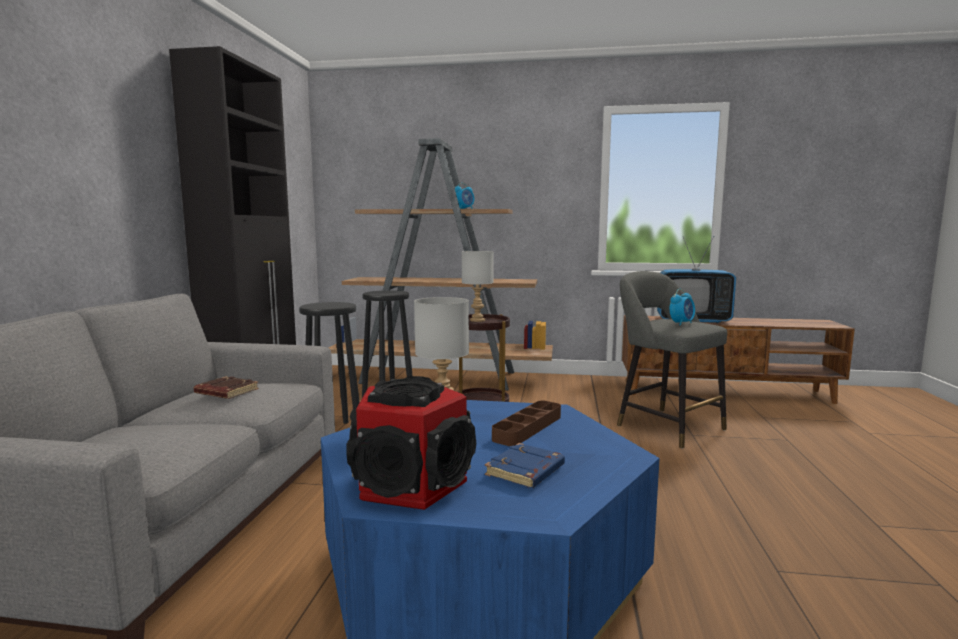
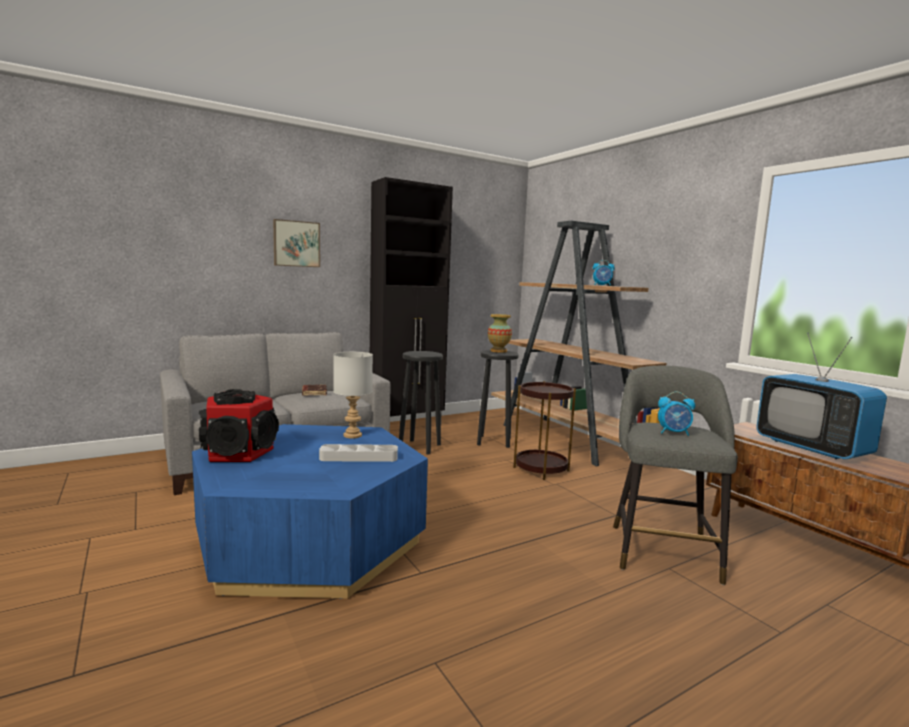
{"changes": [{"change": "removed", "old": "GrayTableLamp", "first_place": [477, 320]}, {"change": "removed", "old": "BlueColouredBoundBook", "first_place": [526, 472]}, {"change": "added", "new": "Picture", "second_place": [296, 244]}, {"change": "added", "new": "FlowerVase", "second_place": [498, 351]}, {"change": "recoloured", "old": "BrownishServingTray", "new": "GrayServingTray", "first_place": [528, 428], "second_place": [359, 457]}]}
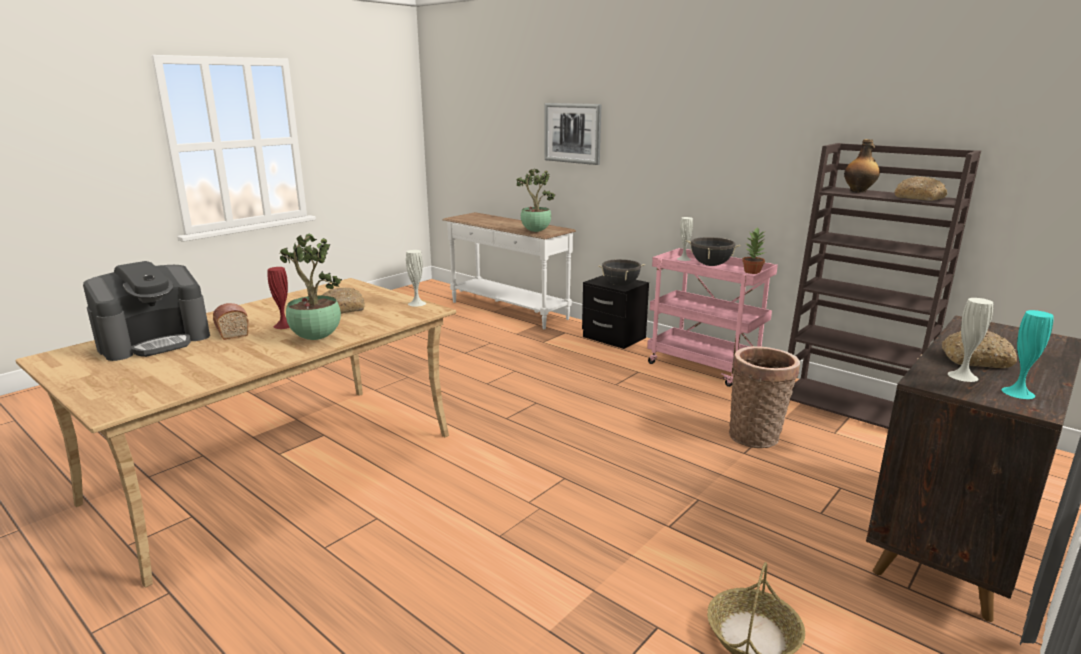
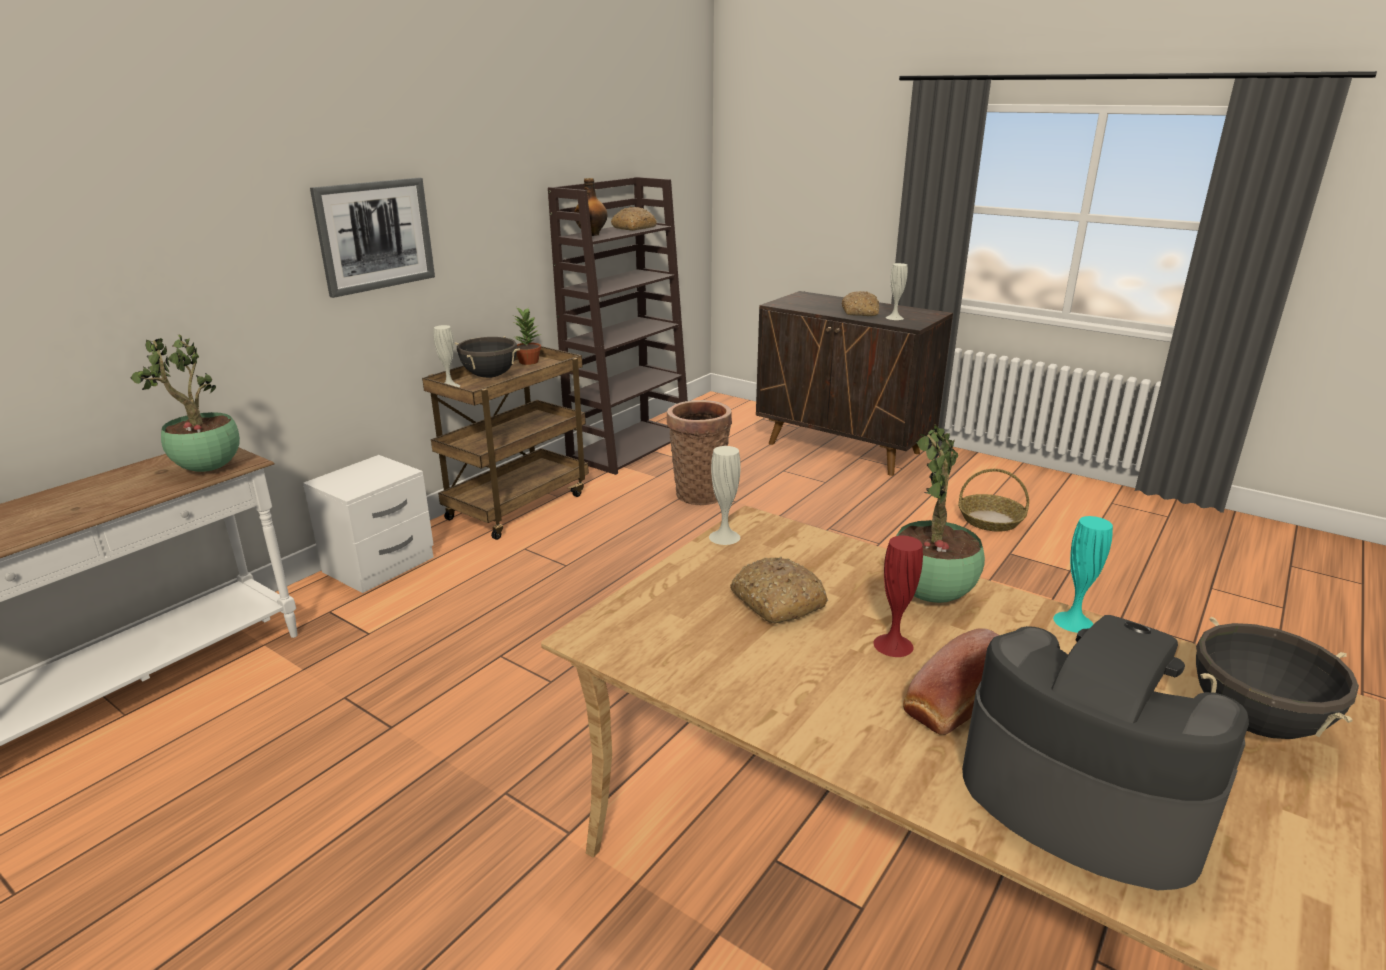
{"changes": [{"change": "moved", "old": "Picture", "first_place": [572, 133], "second_place": [375, 235]}, {"change": "moved", "old": "BlackColouredStockpot", "first_place": [620, 285], "second_place": [1254, 722]}, {"change": "moved", "old": "BlueGreenFlowerVase", "first_place": [1018, 392], "second_place": [1073, 622]}, {"change": "recoloured", "old": "BlackColouredNightTable", "new": "WhiteNightTable", "first_place": [613, 338], "second_place": [380, 566]}, {"change": "recoloured", "old": "PinkCart", "new": "BrownishCart", "first_place": [705, 367], "second_place": [518, 505]}]}
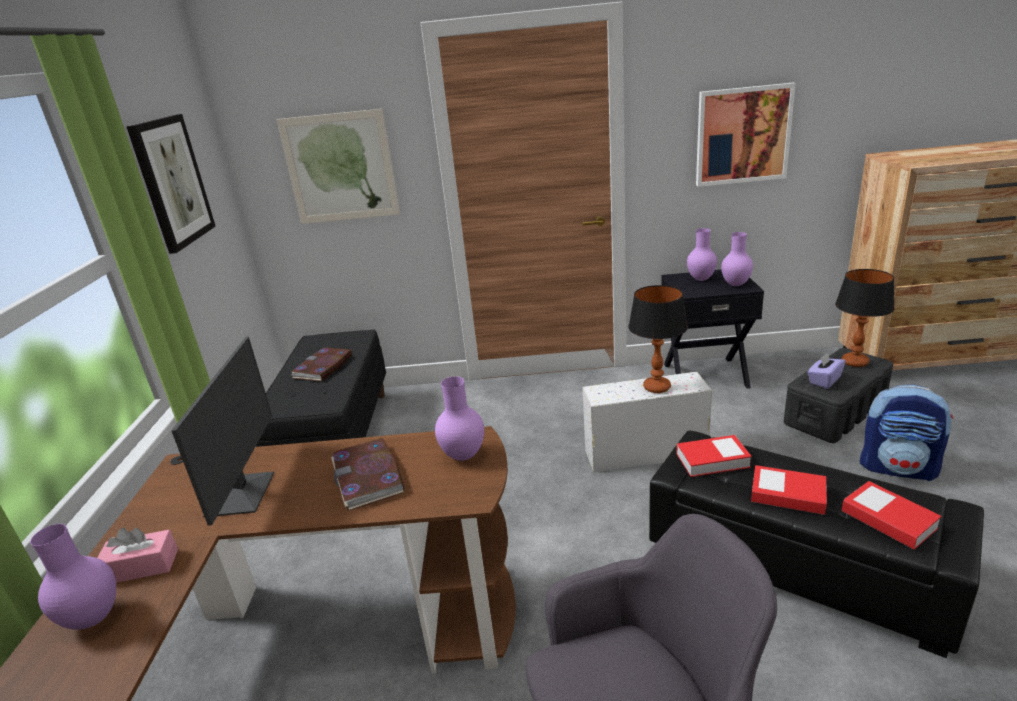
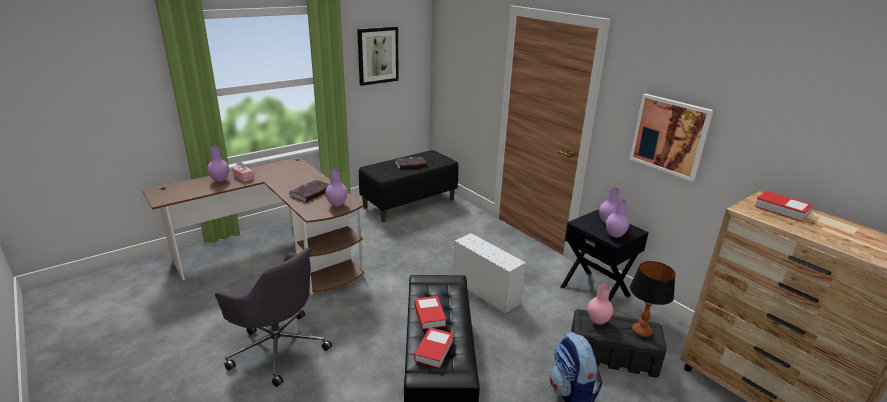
{"changes": [{"change": "removed", "old": "Monitor", "first_place": [243, 493]}, {"change": "removed", "old": "Picture", "first_place": [340, 168]}, {"change": "removed", "old": "TableLamp", "first_place": [657, 387]}, {"change": "moved", "old": "BoundBook", "first_place": [712, 460], "second_place": [781, 209]}, {"change": "replaced", "old": "PurplishTissueBox", "new": "PinkFlowerVase", "first_place": [824, 380], "second_place": [597, 322]}]}
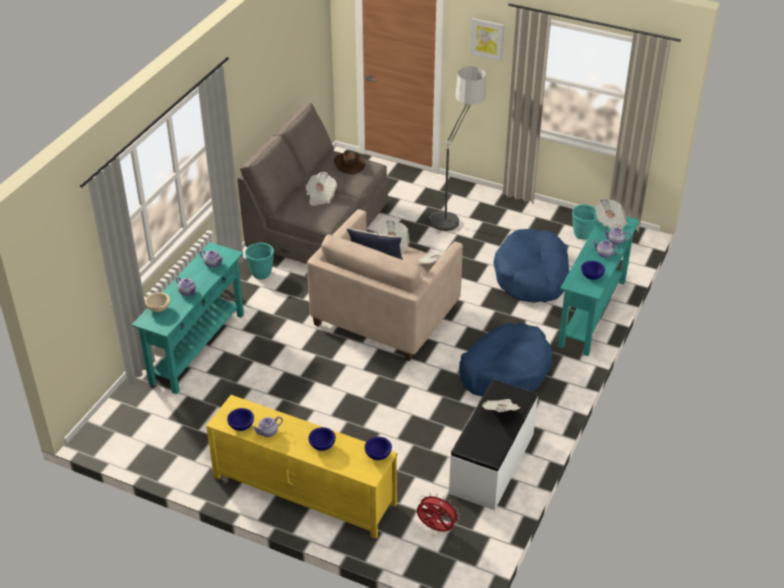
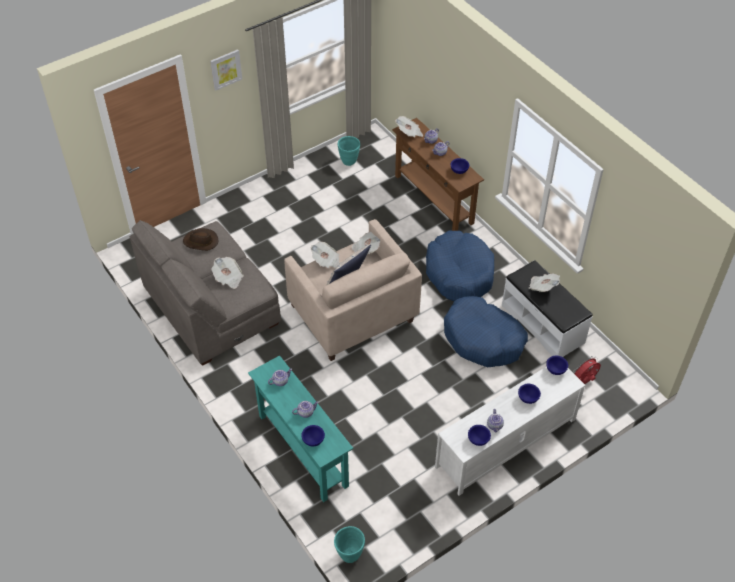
{"changes": [{"change": "removed", "old": "FloorLamp", "first_place": [454, 211]}, {"change": "moved", "old": "BlueGreenPlantPot", "first_place": [261, 274], "second_place": [349, 555]}, {"change": "moved", "old": "BlueColouredPetBed", "first_place": [532, 276], "second_place": [483, 339]}, {"change": "recoloured", "old": "BeigeBowl", "new": "BlueColouredBowl", "first_place": [158, 309], "second_place": [313, 440]}, {"change": "recoloured", "old": "YellowColouredTvStand", "new": "WhiteTvStand", "first_place": [303, 490], "second_place": [505, 443]}, {"change": "recoloured", "old": "BlueGreenConsoleTable", "new": "BrownishConsoleTable", "first_place": [593, 313], "second_place": [434, 199]}]}
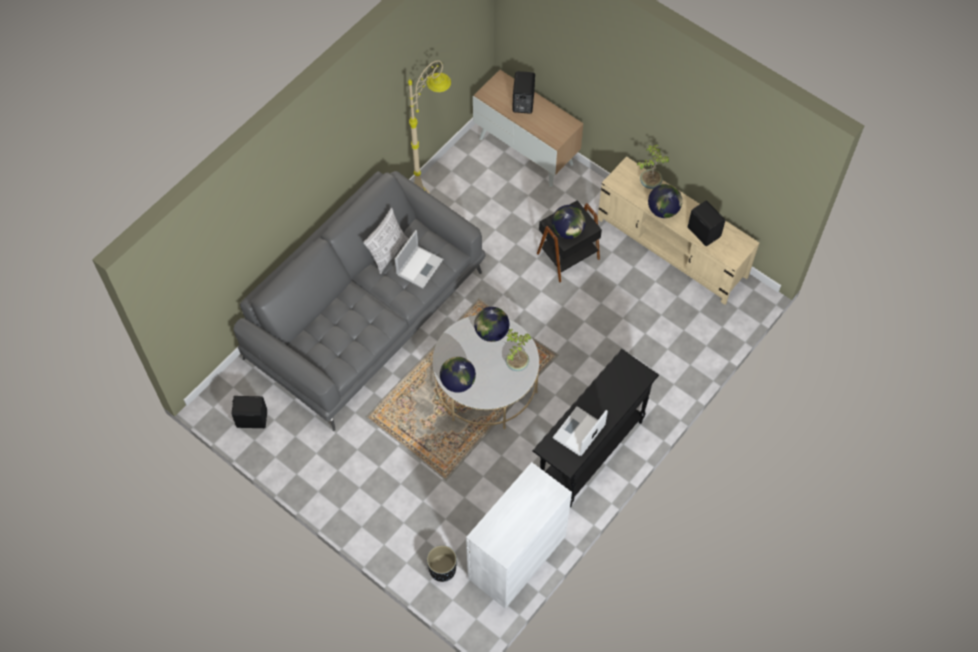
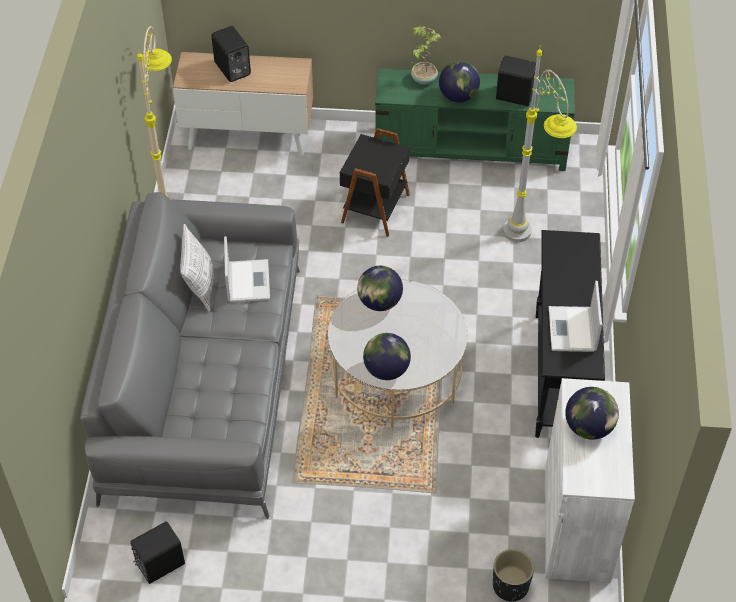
{"changes": [{"change": "removed", "old": "Houseplant", "first_place": [516, 363]}, {"change": "added", "new": "GrayFloorLamp", "second_place": [528, 248]}, {"change": "moved", "old": "DeskGlobe", "first_place": [568, 231], "second_place": [589, 427]}, {"change": "recoloured", "old": "BeigeTvStand", "new": "GreenishTvStand", "first_place": [672, 248], "second_place": [471, 148]}]}
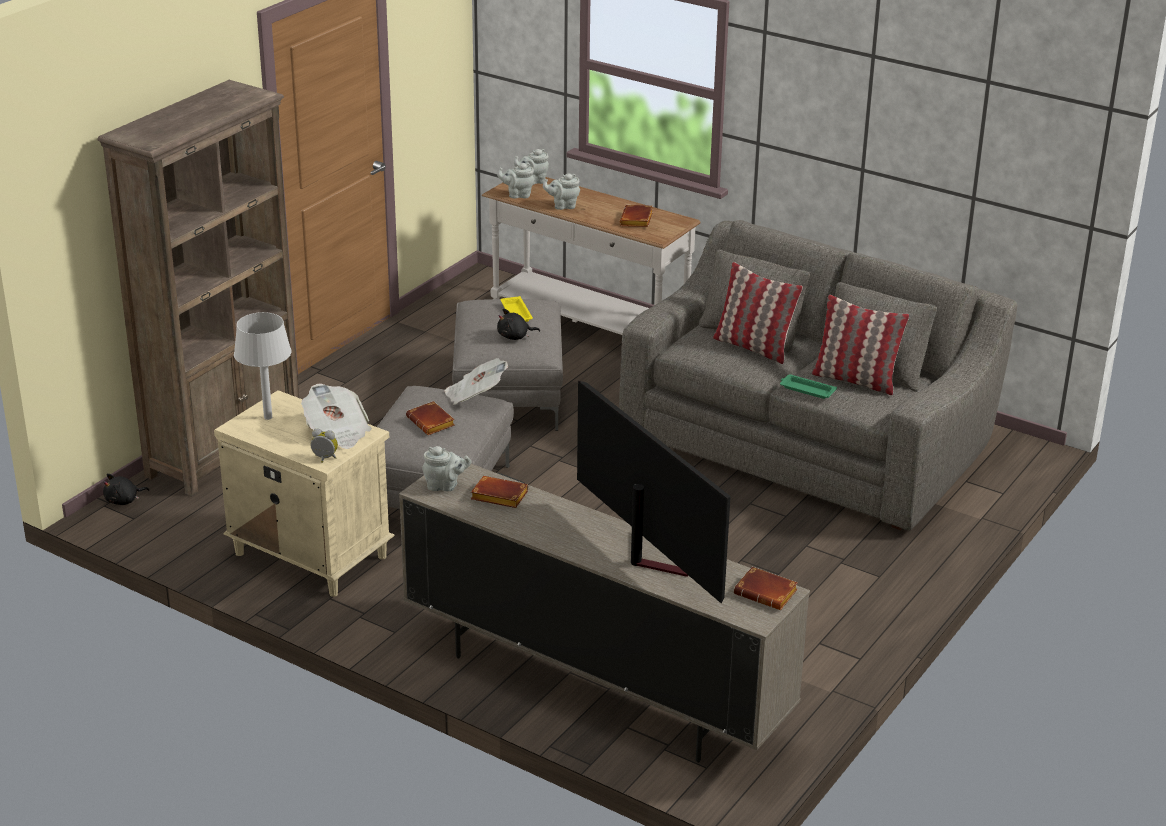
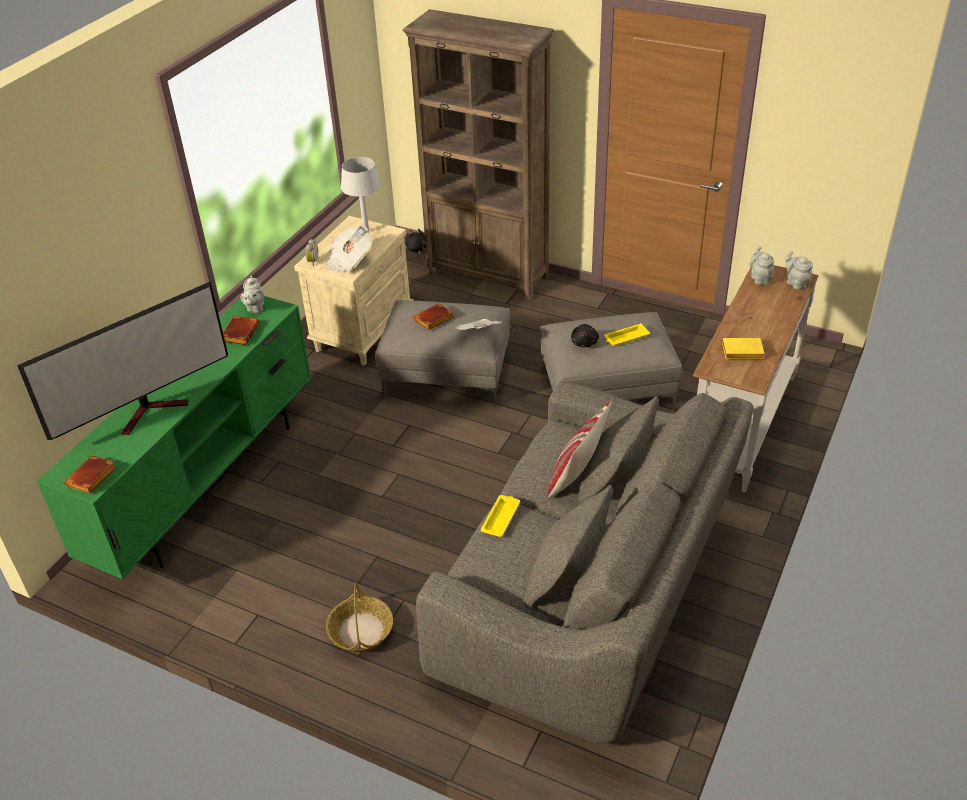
{"changes": [{"change": "removed", "old": "GrayPotForTea", "first_place": [563, 206]}, {"change": "removed", "old": "Pillow", "first_place": [855, 380]}, {"change": "added", "new": "Basket", "second_place": [360, 630]}, {"change": "recoloured", "old": "BeigeTvStand", "new": "GreenishTvStand", "first_place": [592, 687], "second_place": [208, 484]}, {"change": "recoloured", "old": "BrownishBoundBook", "new": "YellowColouredBoundBook", "first_place": [637, 220], "second_place": [741, 352]}, {"change": "recoloured", "old": "GreenishServingTray", "new": "YellowColouredServingTray", "first_place": [806, 390], "second_place": [501, 518]}, {"change": "turned", "old": "BlackColouredPlushToy", "first_place": [515, 337], "second_place": [584, 342], "degrees": -150}]}
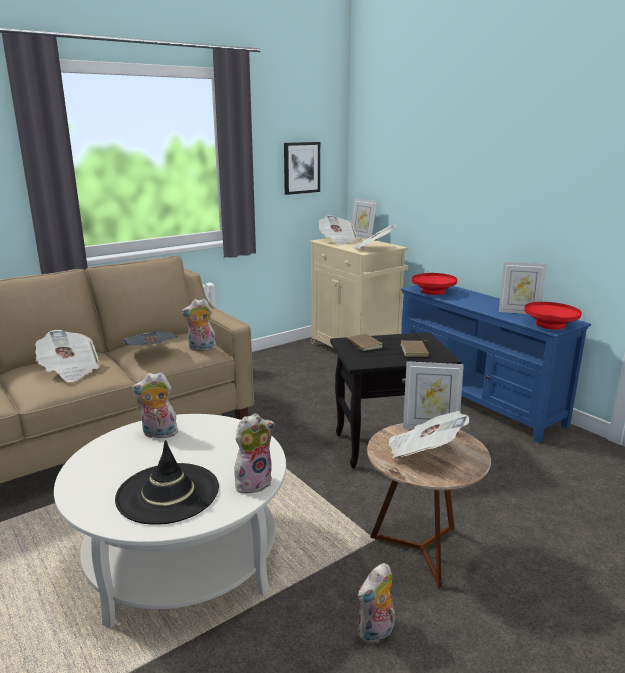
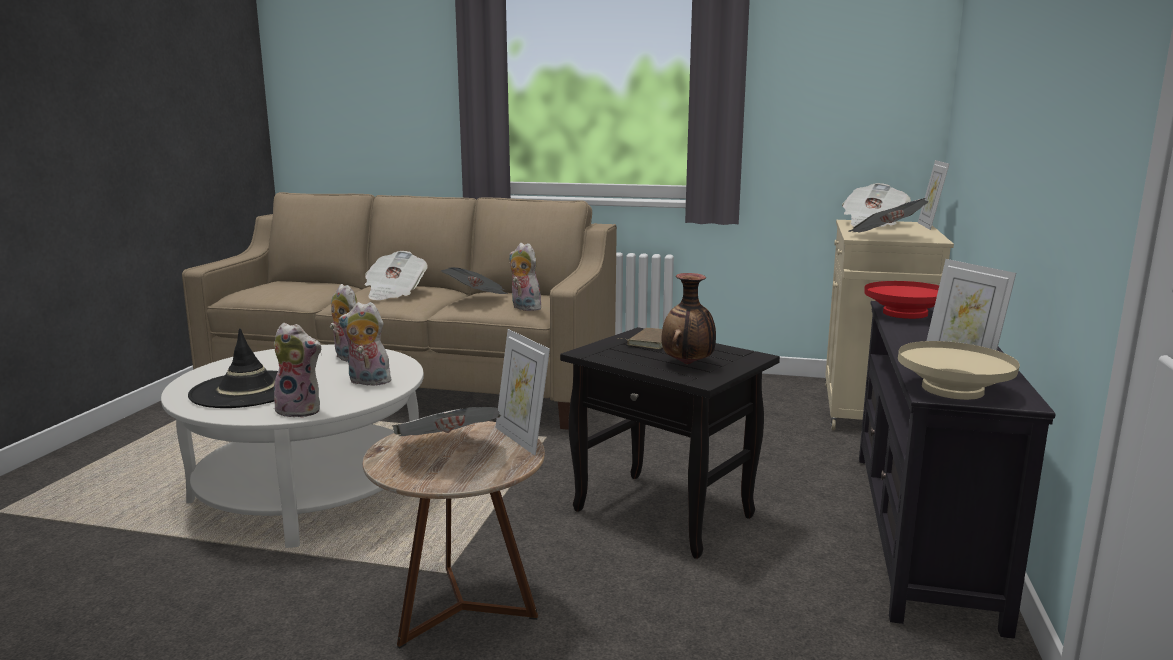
{"changes": [{"change": "removed", "old": "Picture", "first_place": [301, 168]}, {"change": "moved", "old": "PlushToy", "first_place": [376, 633], "second_place": [367, 382]}, {"change": "replaced", "old": "BrownishBoundBook", "new": "FlowerVase", "first_place": [415, 351], "second_place": [688, 364]}, {"change": "recoloured", "old": "BlueColouredTvStand", "new": "BlackColouredTvStand", "first_place": [477, 400], "second_place": [922, 532]}, {"change": "recoloured", "old": "RedColouredBowl", "new": "BeigeBowl", "first_place": [550, 325], "second_place": [953, 390]}]}
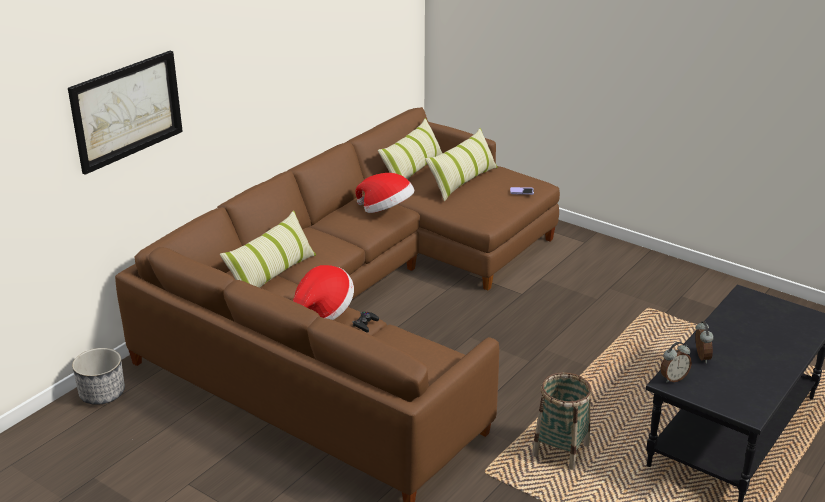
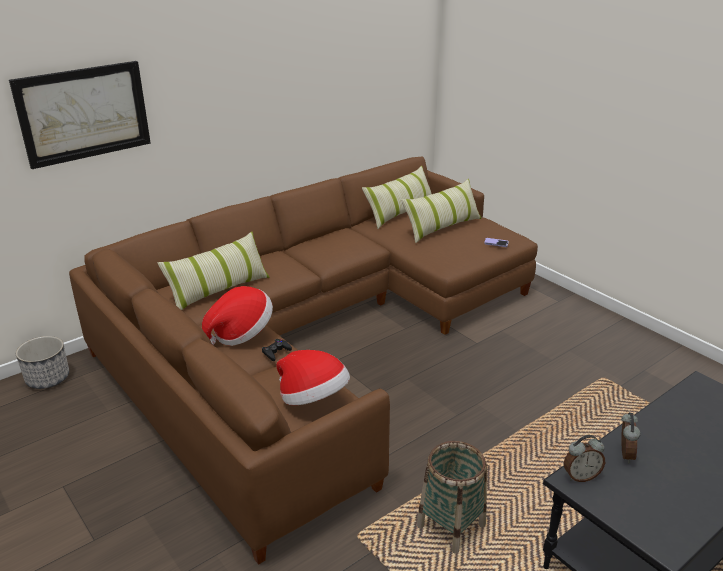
{"changes": [{"change": "moved", "old": "WearableHat", "first_place": [386, 210], "second_place": [313, 399]}]}
